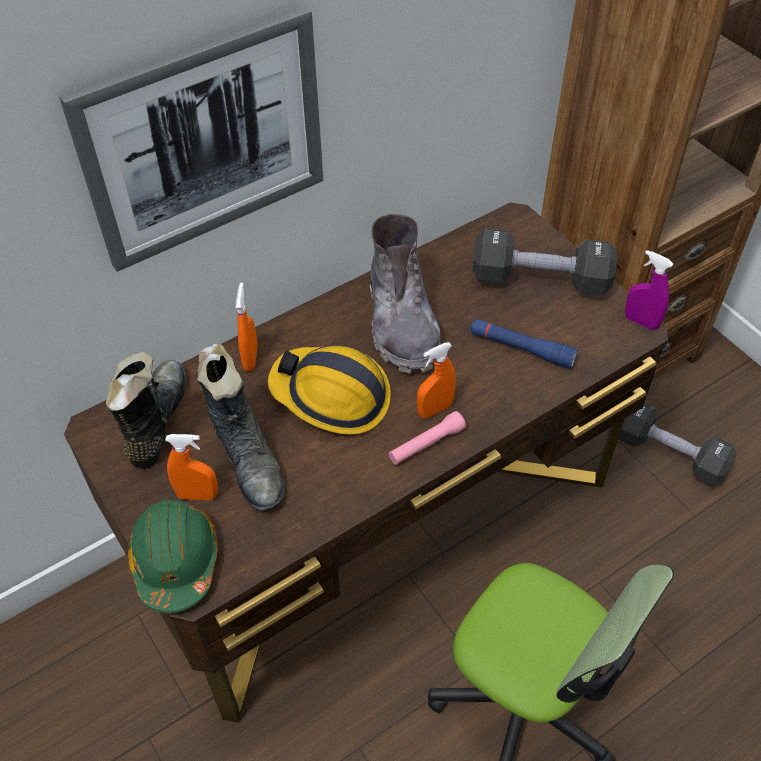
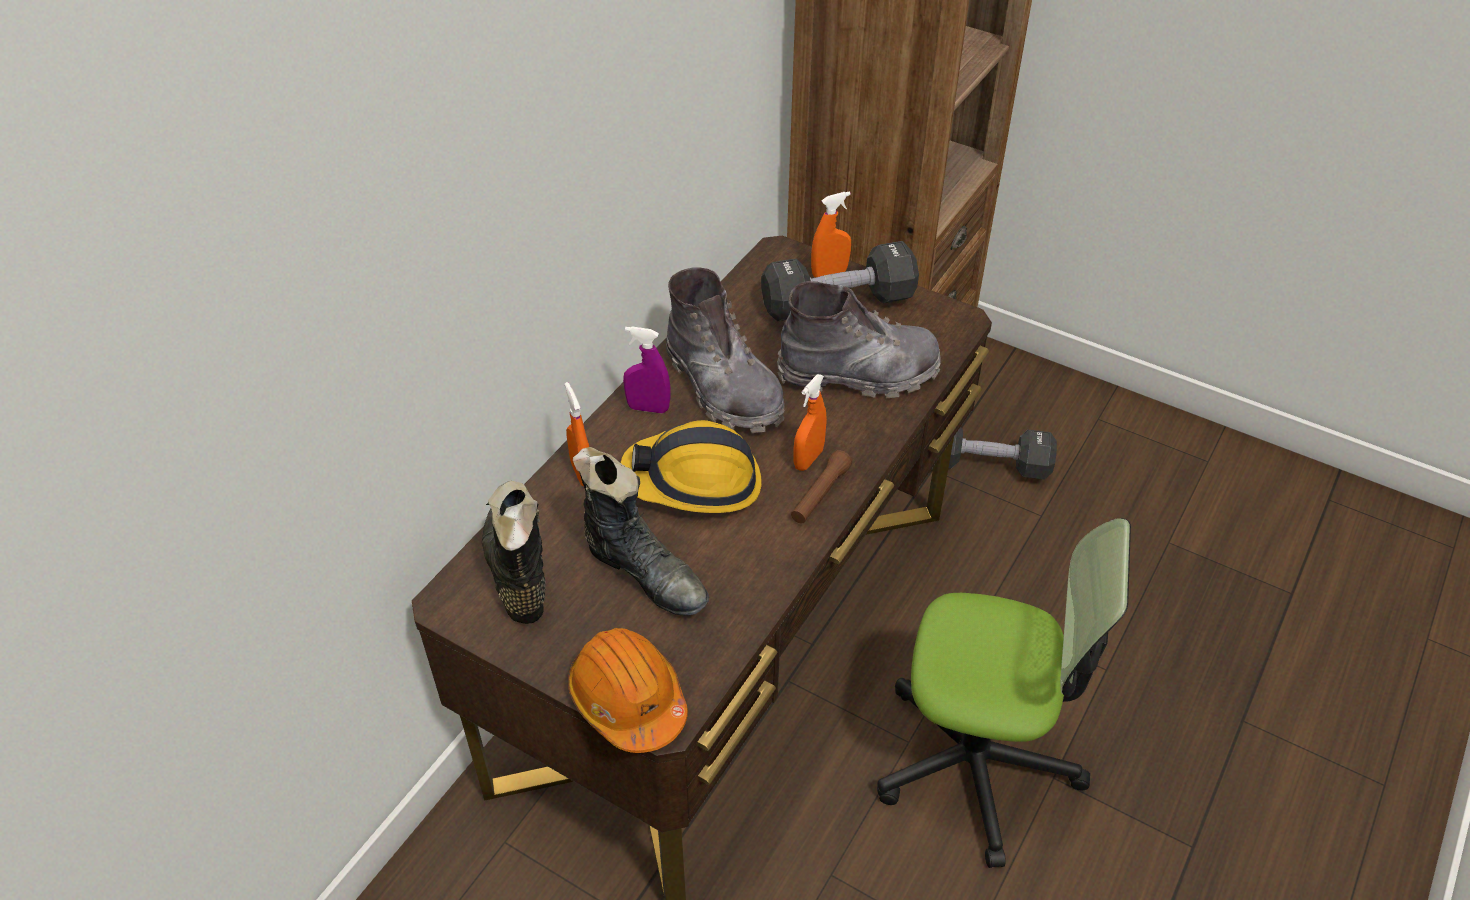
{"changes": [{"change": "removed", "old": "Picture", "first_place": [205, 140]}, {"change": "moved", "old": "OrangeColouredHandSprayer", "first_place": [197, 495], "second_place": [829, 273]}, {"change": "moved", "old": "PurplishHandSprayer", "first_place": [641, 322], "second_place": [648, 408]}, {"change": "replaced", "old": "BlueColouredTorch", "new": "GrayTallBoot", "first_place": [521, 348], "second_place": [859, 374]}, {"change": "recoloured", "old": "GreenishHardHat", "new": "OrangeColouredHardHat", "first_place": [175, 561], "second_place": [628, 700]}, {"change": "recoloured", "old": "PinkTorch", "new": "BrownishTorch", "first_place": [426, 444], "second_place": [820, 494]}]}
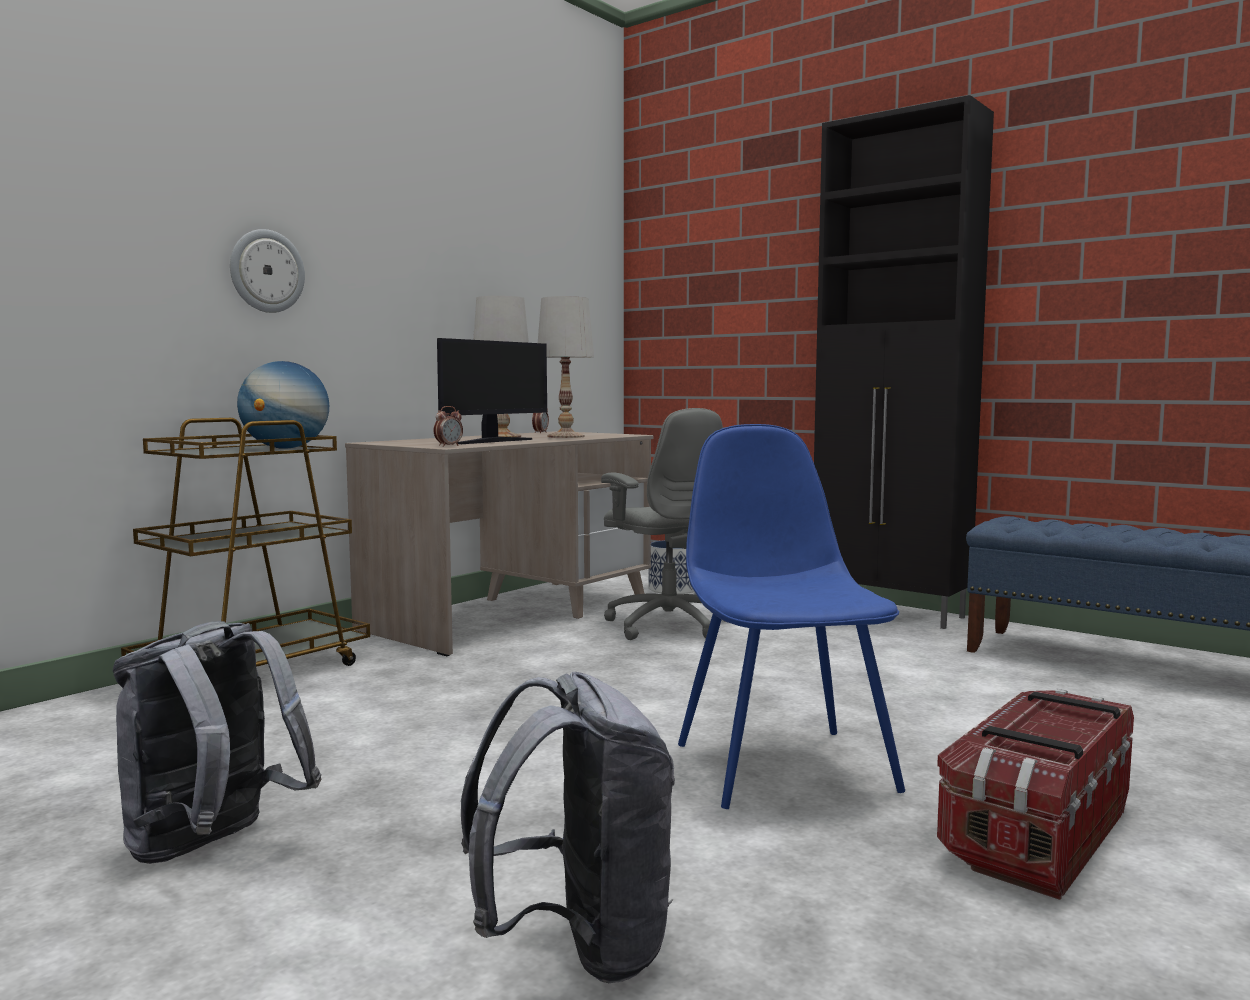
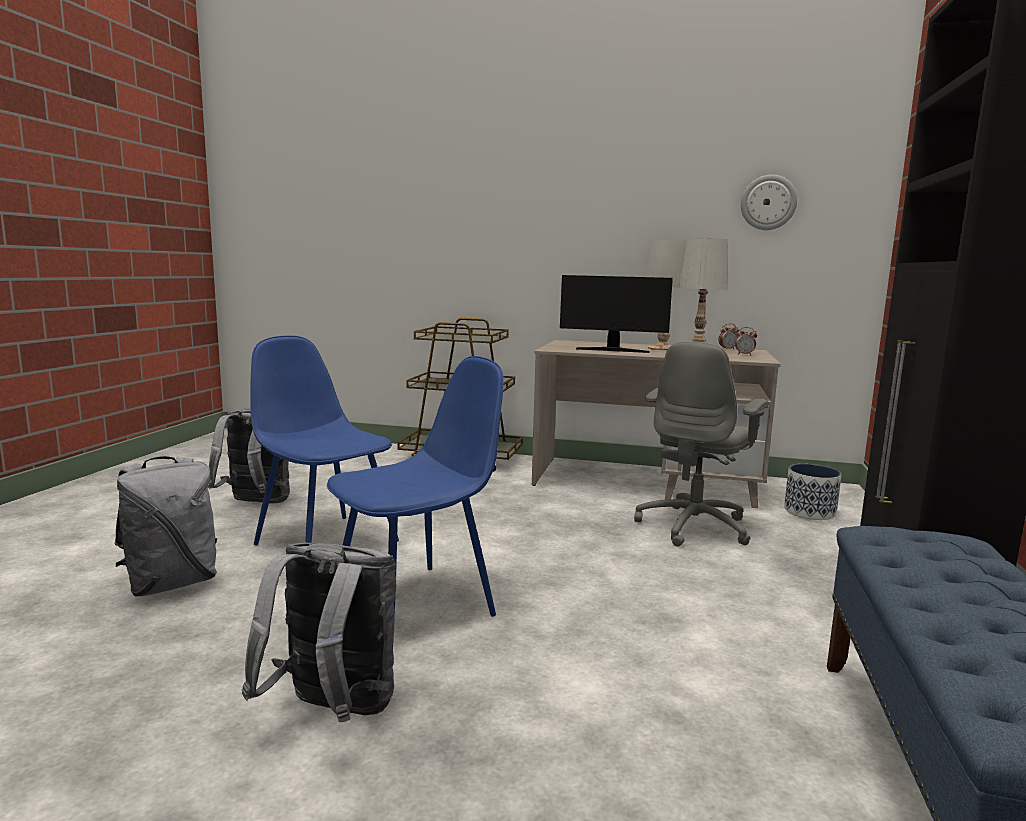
{"changes": [{"change": "removed", "old": "DeskGlobe", "first_place": [285, 448]}, {"change": "added", "new": "BlueColouredUprightChair", "second_place": [325, 541]}, {"change": "moved", "old": "ClockOnTheWall", "first_place": [266, 271], "second_place": [768, 202]}, {"change": "moved", "old": "BedsideClock", "first_place": [448, 446], "second_place": [744, 354]}, {"change": "replaced", "old": "StorageBin", "new": "GrayRucksack", "first_place": [1036, 835], "second_place": [333, 712]}]}
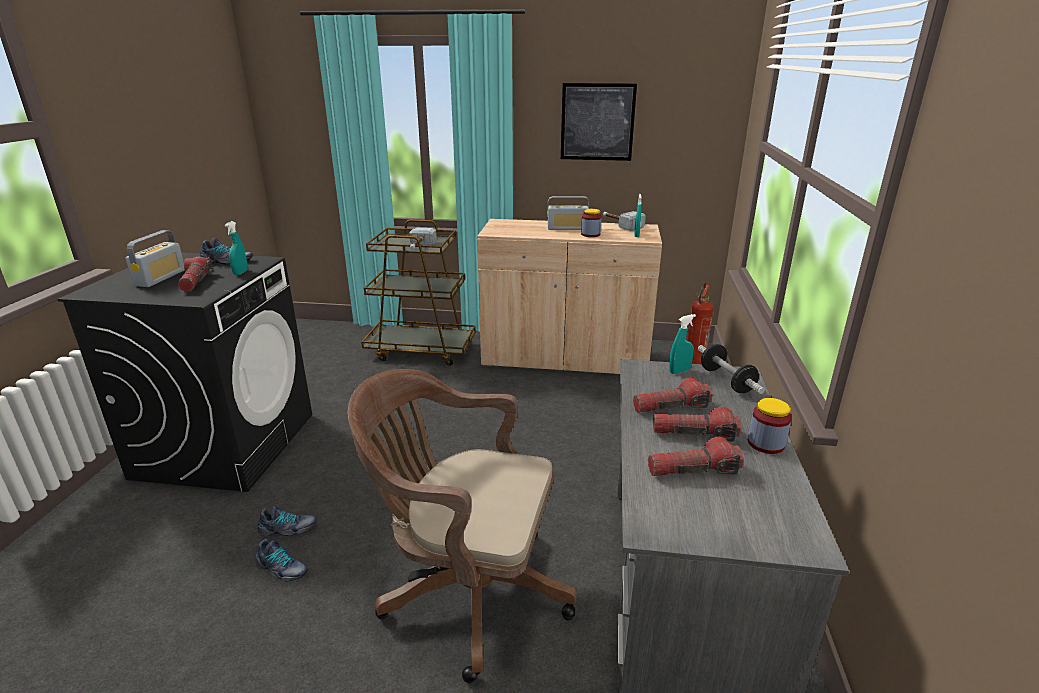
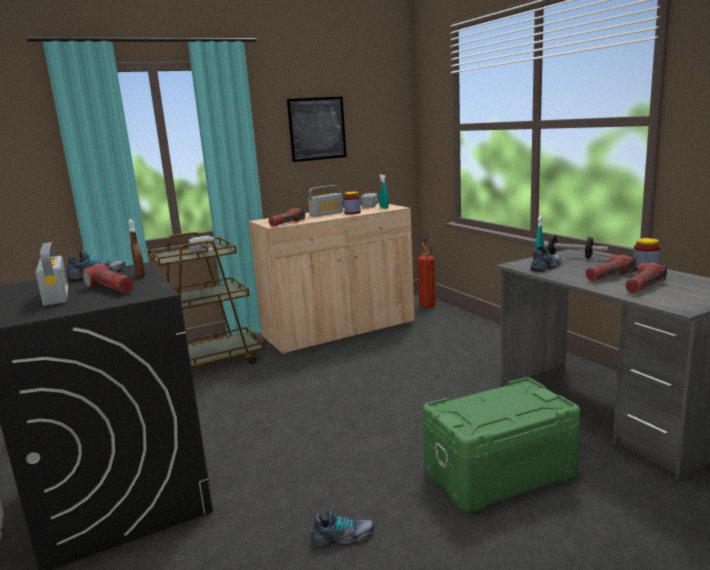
{"changes": [{"change": "moved", "old": "Shoe", "first_place": [288, 529], "second_place": [546, 267]}, {"change": "moved", "old": "Torch", "first_place": [671, 407], "second_place": [287, 223]}, {"change": "replaced", "old": "BrownishOfficeChair", "new": "GreenishStorageBin", "first_place": [466, 591], "second_place": [498, 472]}, {"change": "recoloured", "old": "BlueGreenHandSprayer", "new": "BrownishHandSprayer", "first_place": [240, 273], "second_place": [140, 275]}]}
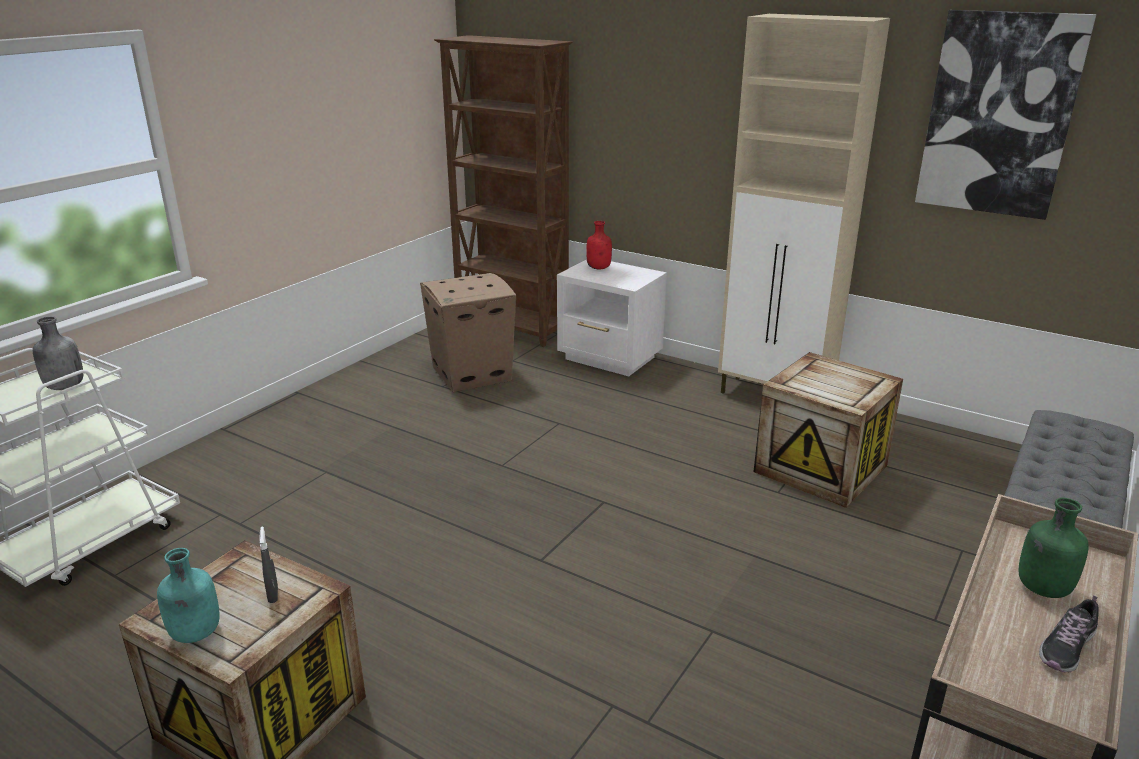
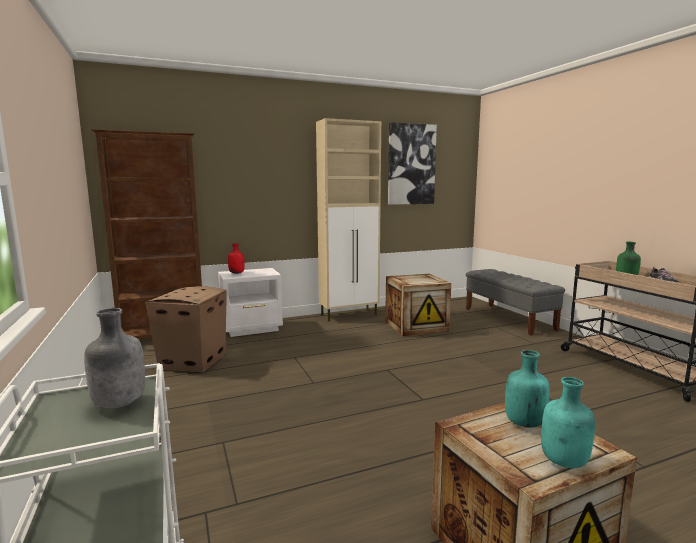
{"changes": [{"change": "replaced", "old": "GrayHandSprayer", "new": "BlueGreenBeverageBottle", "first_place": [273, 595], "second_place": [523, 422]}]}
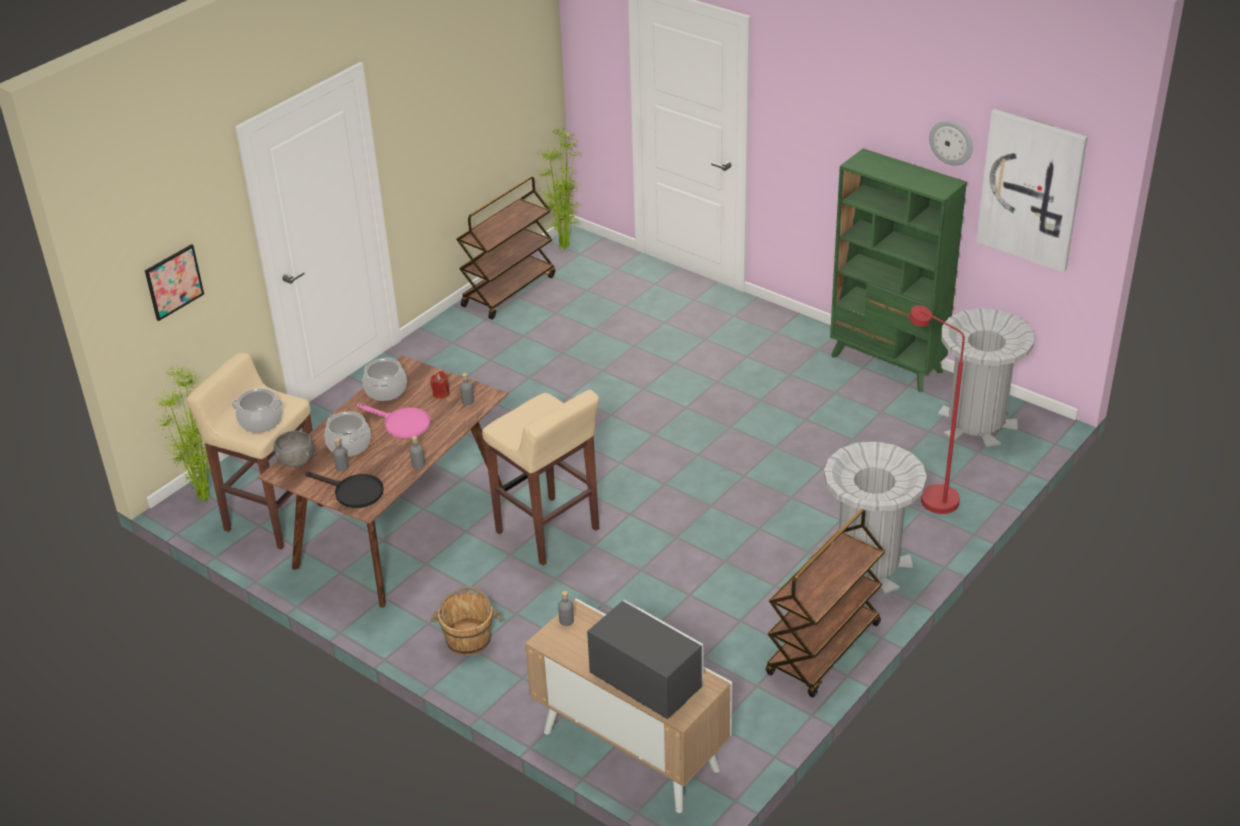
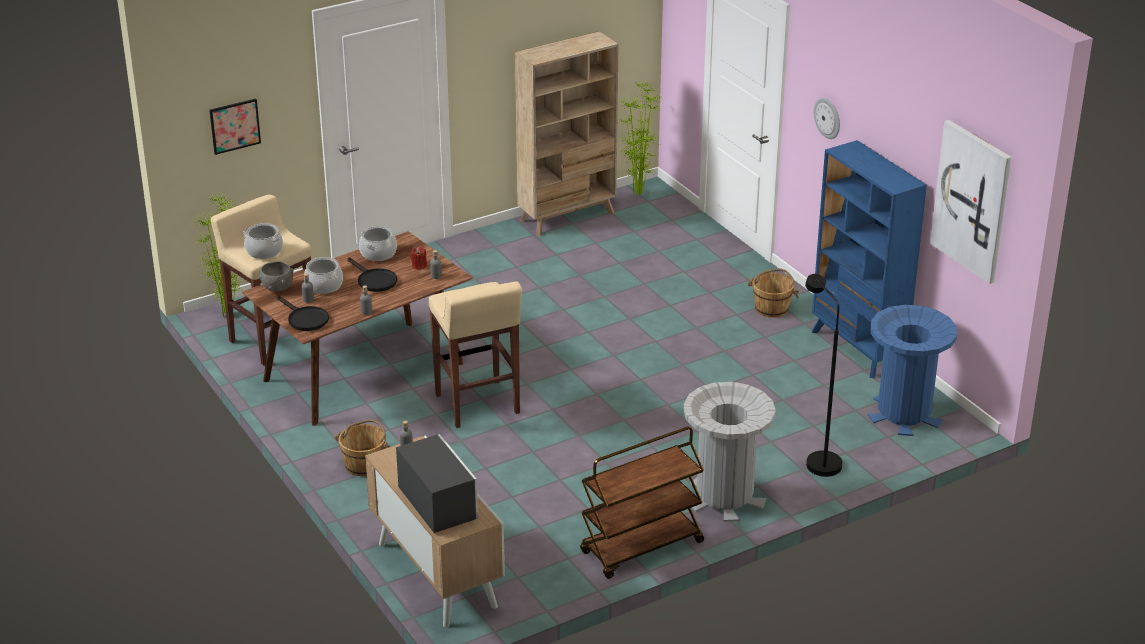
{"changes": [{"change": "added", "new": "BrownishWaterBucket", "second_place": [772, 308]}, {"change": "moved", "old": "ClockOnTheWall", "first_place": [951, 142], "second_place": [828, 118]}, {"change": "replaced", "old": "BrownishCart", "new": "BeigeShelvingUnit", "first_place": [509, 290], "second_place": [568, 217]}, {"change": "recoloured", "old": "PinkPan", "new": "BlackColouredPan", "first_place": [401, 424], "second_place": [373, 280]}, {"change": "recoloured", "old": "GreenishShelvingUnit", "new": "BlueColouredShelvingUnit", "first_place": [887, 364], "second_place": [857, 349]}, {"change": "recoloured", "old": "RedColouredFloorLamp", "new": "BlackColouredFloorLamp", "first_place": [930, 497], "second_place": [818, 460]}, {"change": "recoloured", "old": "GrayTrashCan", "new": "BlueColouredTrashCan", "first_place": [976, 422], "second_place": [904, 414]}]}
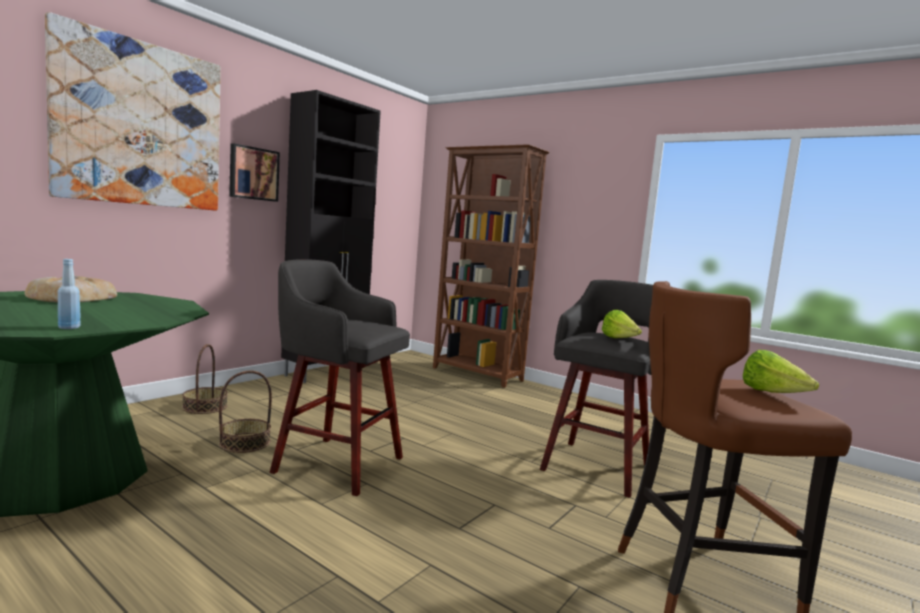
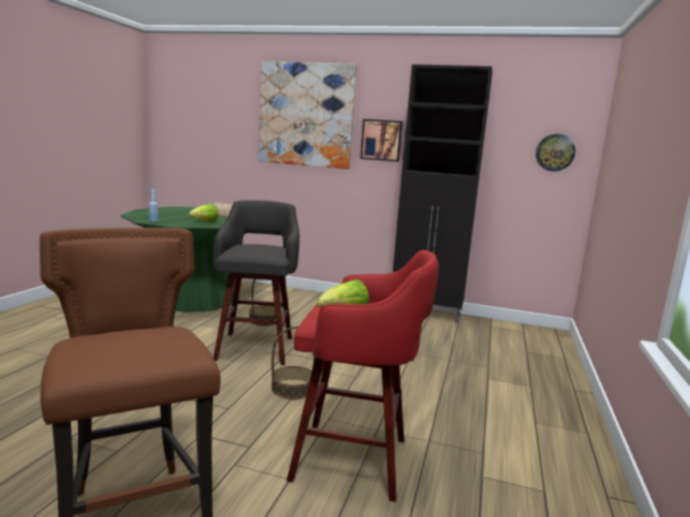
{"changes": [{"change": "removed", "old": "BrownishShelvingUnit", "first_place": [477, 374]}, {"change": "added", "new": "ClockOnTheWall", "second_place": [555, 152]}, {"change": "moved", "old": "Basket", "first_place": [205, 407], "second_place": [292, 389]}, {"change": "moved", "old": "LettuceHead", "first_place": [772, 394], "second_place": [205, 222]}, {"change": "recoloured", "old": "GrayStoolSeat", "new": "RedColouredStoolSeat", "first_place": [598, 466], "second_place": [354, 460]}]}
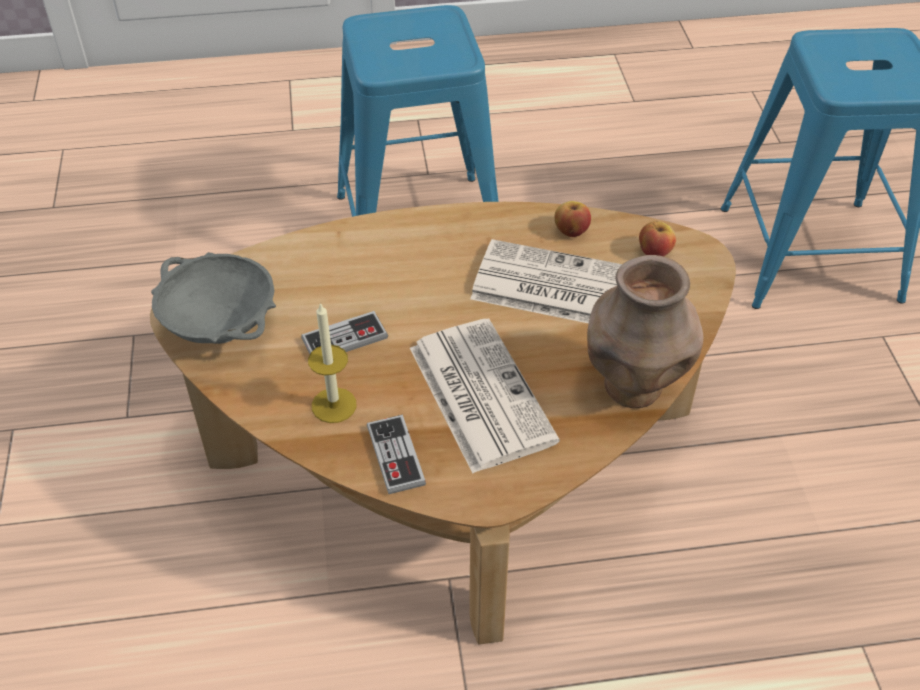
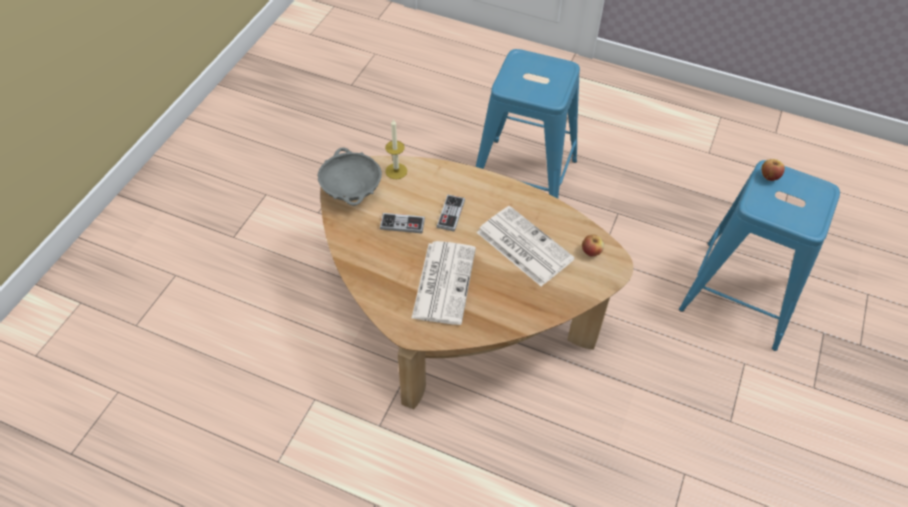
{"changes": [{"change": "removed", "old": "BrownishFlowerVase", "first_place": [633, 387]}, {"change": "moved", "old": "WaxLight", "first_place": [334, 405], "second_place": [396, 171]}, {"change": "moved", "old": "Joypad", "first_place": [395, 456], "second_place": [450, 214]}, {"change": "moved", "old": "AppleFruit", "first_place": [571, 231], "second_place": [769, 176]}]}
